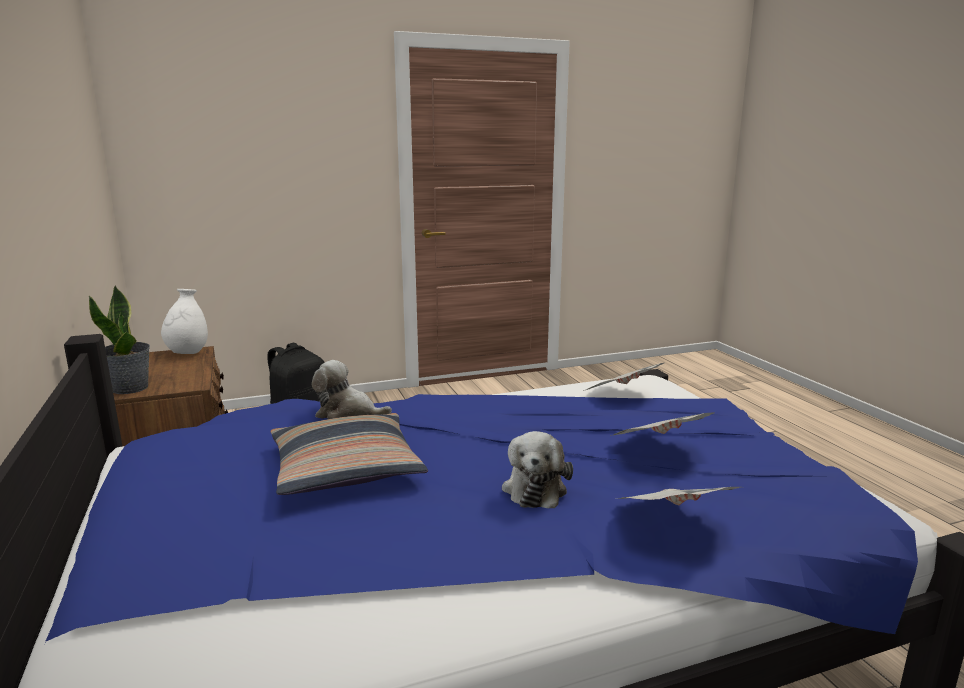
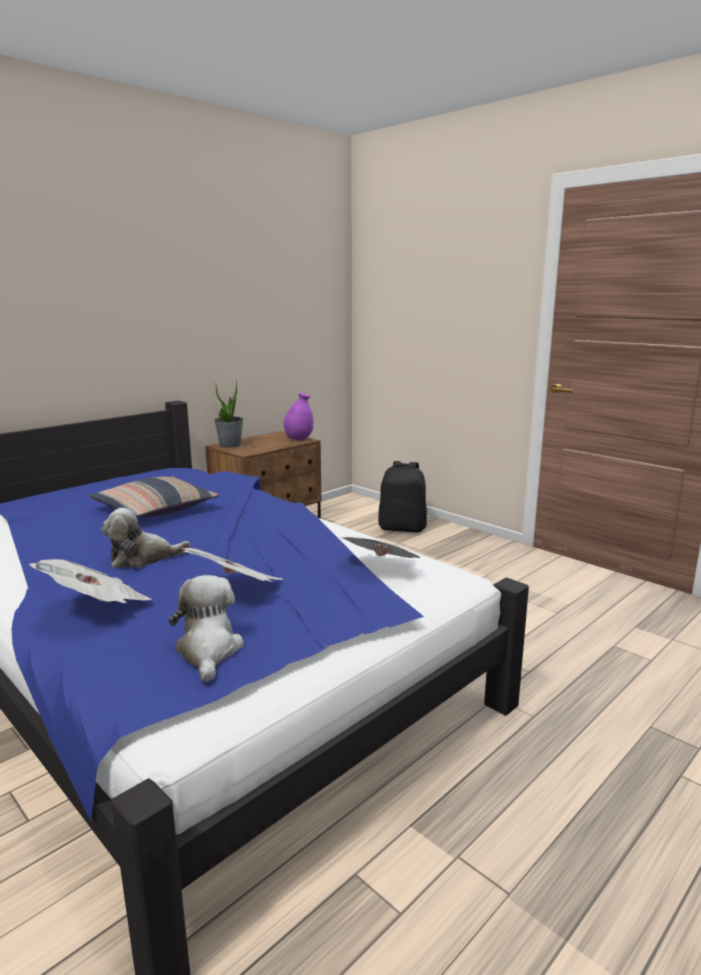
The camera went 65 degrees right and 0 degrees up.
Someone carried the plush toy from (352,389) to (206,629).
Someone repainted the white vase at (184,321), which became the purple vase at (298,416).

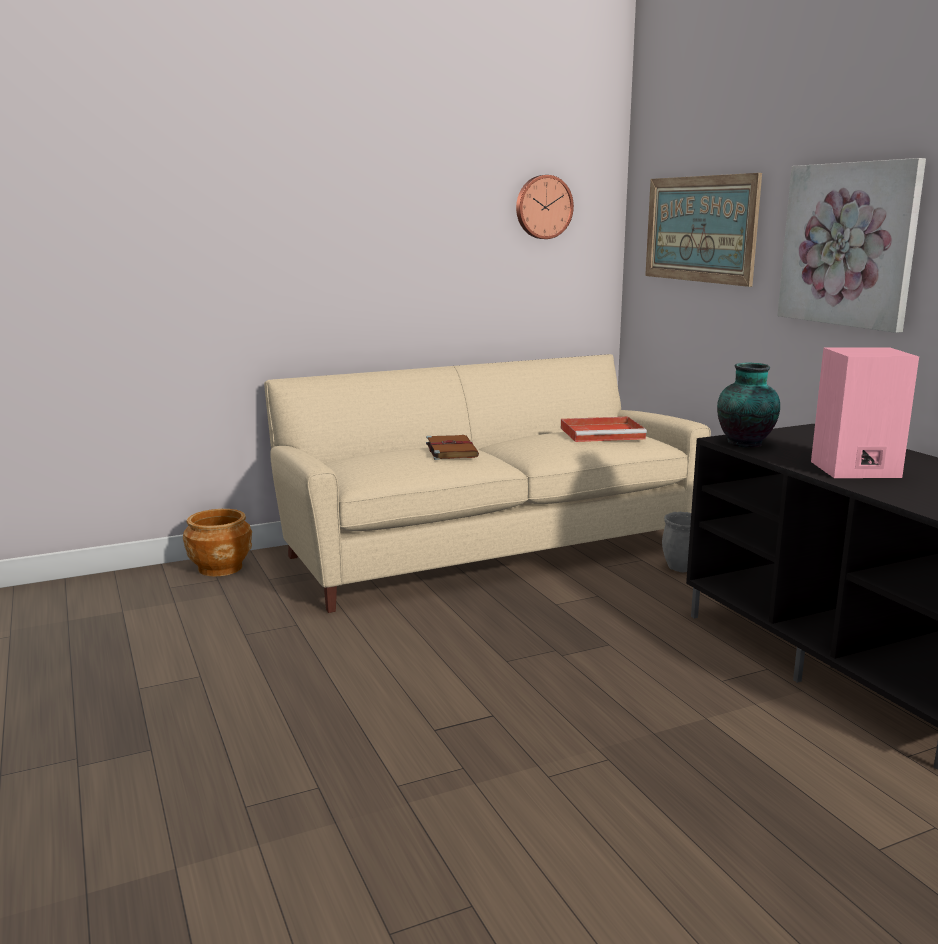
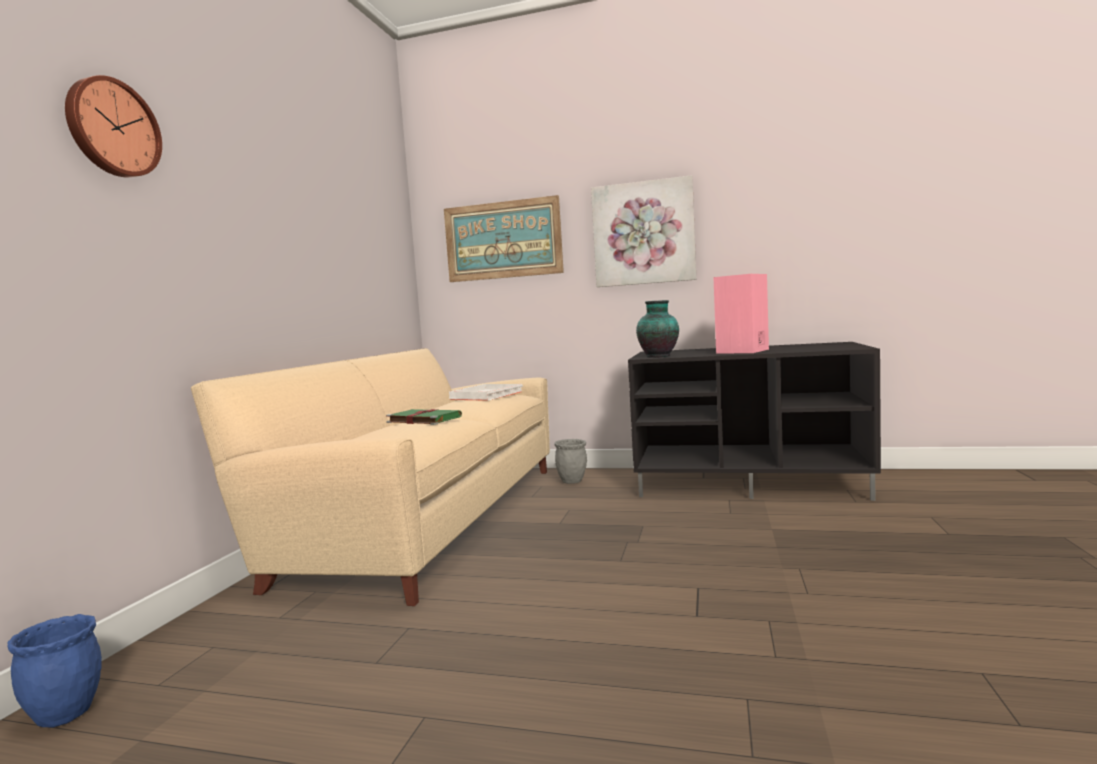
The camera went 50 degrees left and 10 degrees down.
Someone took away the brown planter at (217,542).
Someone put down the blue planter at (54,671).
Someone carried the wall clock from (545,207) to (113,126).
Someone repainted the brown book at (452,447), which became the green book at (424,417).
Someone repainted the red tray at (604,429), which became the white tray at (486,392).

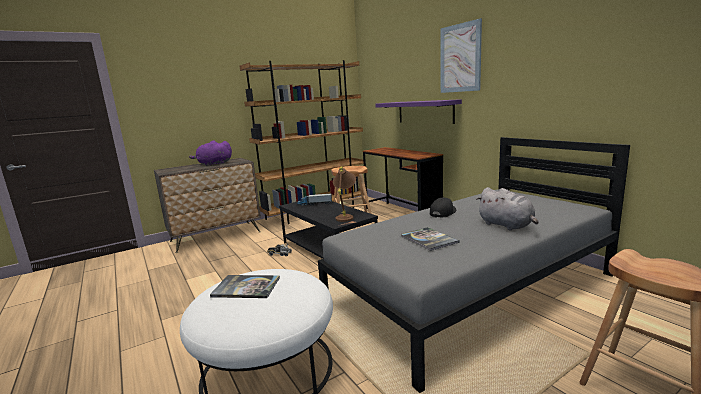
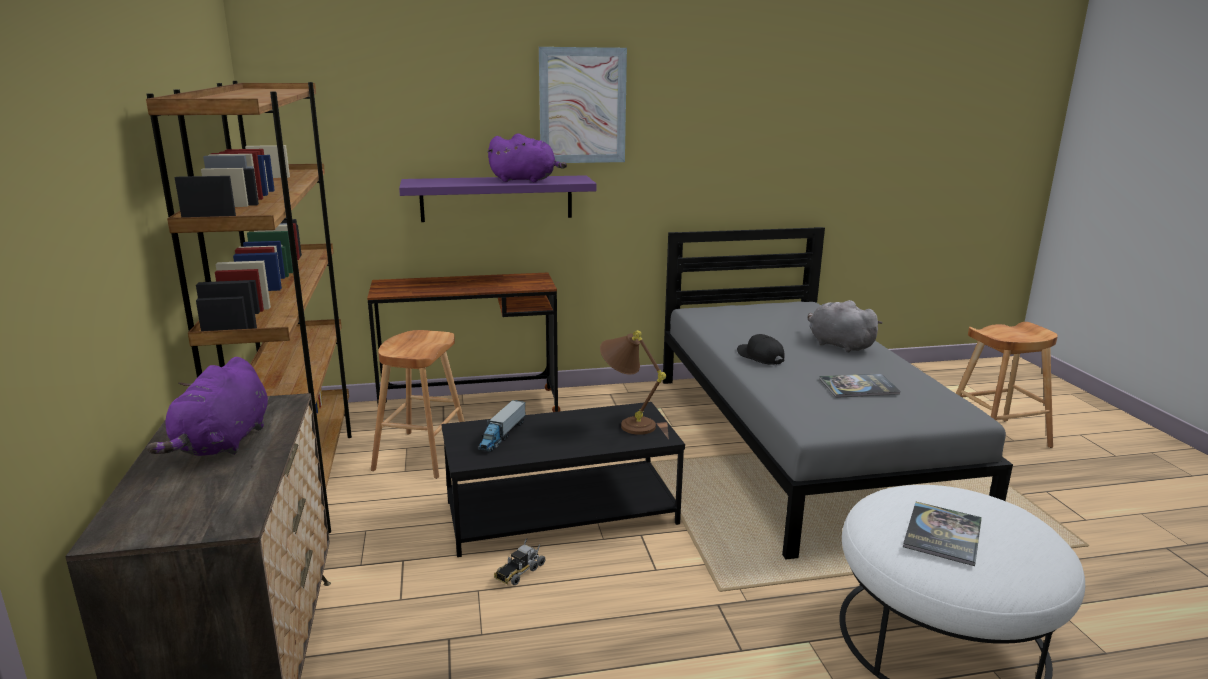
The camera went 70 degrees left and 5 degrees up.
Someone put down the purple plush toy at (527,157).
Someone rotated the grey plush toy at (507,208) by 120 degrees counterclockwise.

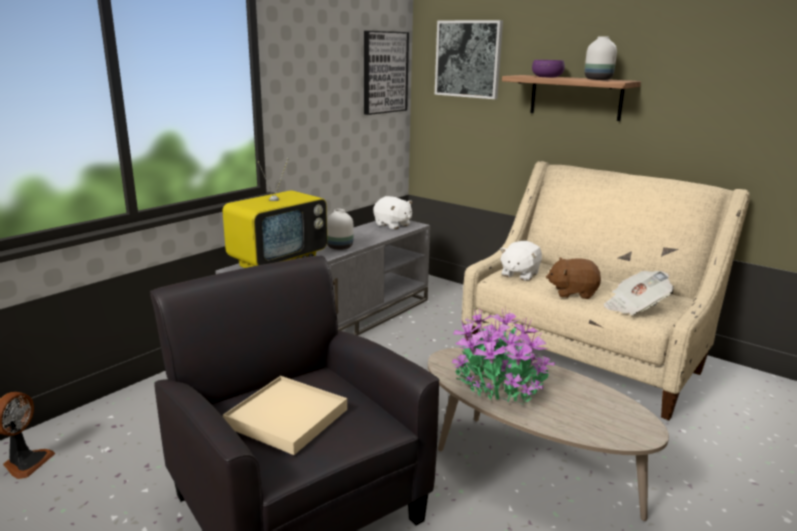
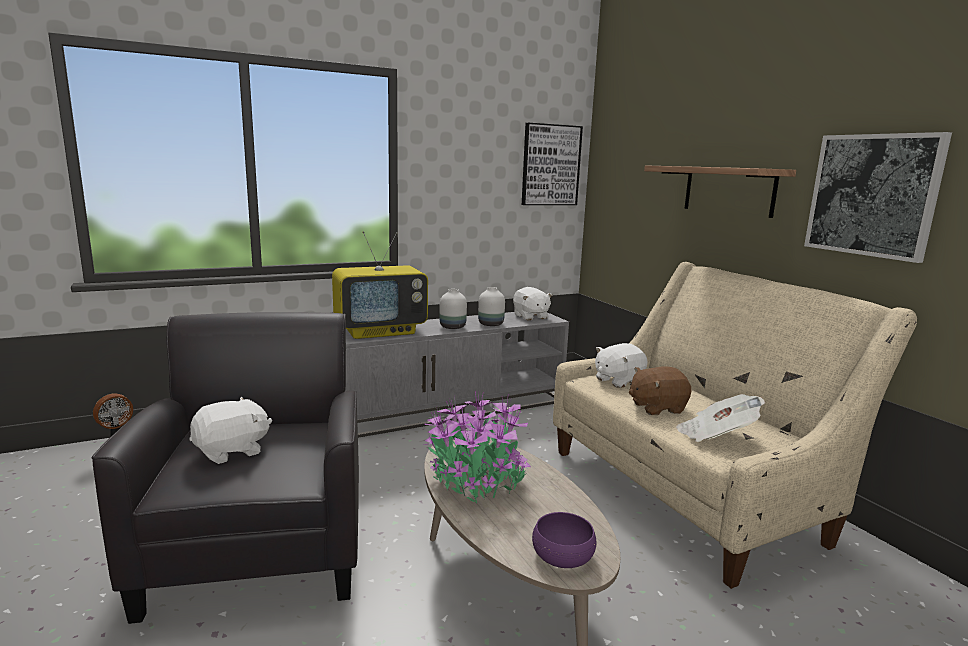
The camera went 25 degrees right and 5 degrees down.
Someone carried the picture from (469,59) to (878,197).
Someone carried the purple bowl from (548,68) to (564,540).
Someone carried the white vase from (601,58) to (491,306).
Someone swapped the beige tray at (285,415) for the white plush toy at (230,430).
Someone rotated the brown plush toy at (573,278) by 45 degrees counterclockwise.

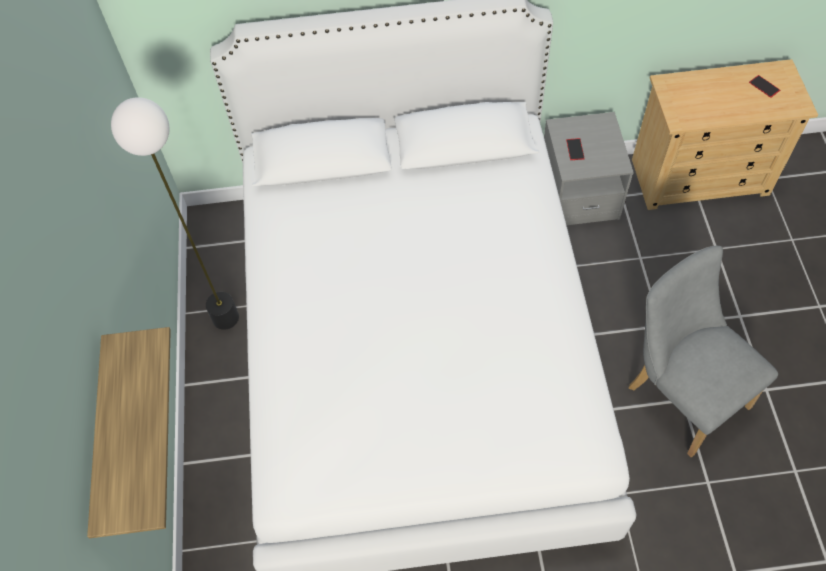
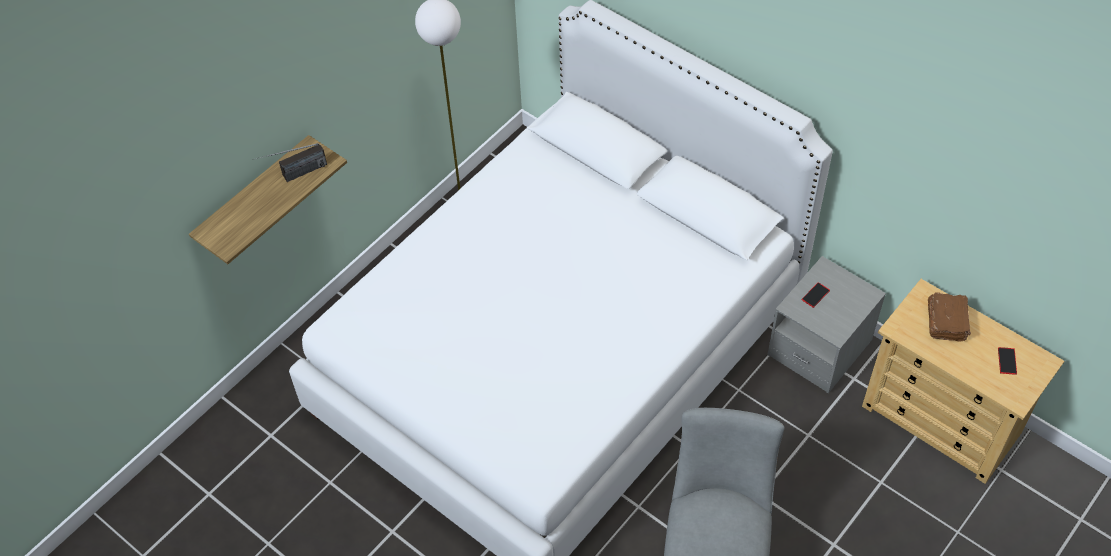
The camera went 45 degrees right and 5 degrees down.
Someone put down the radio at (290,162).
Someone put down the brown book at (949,316).

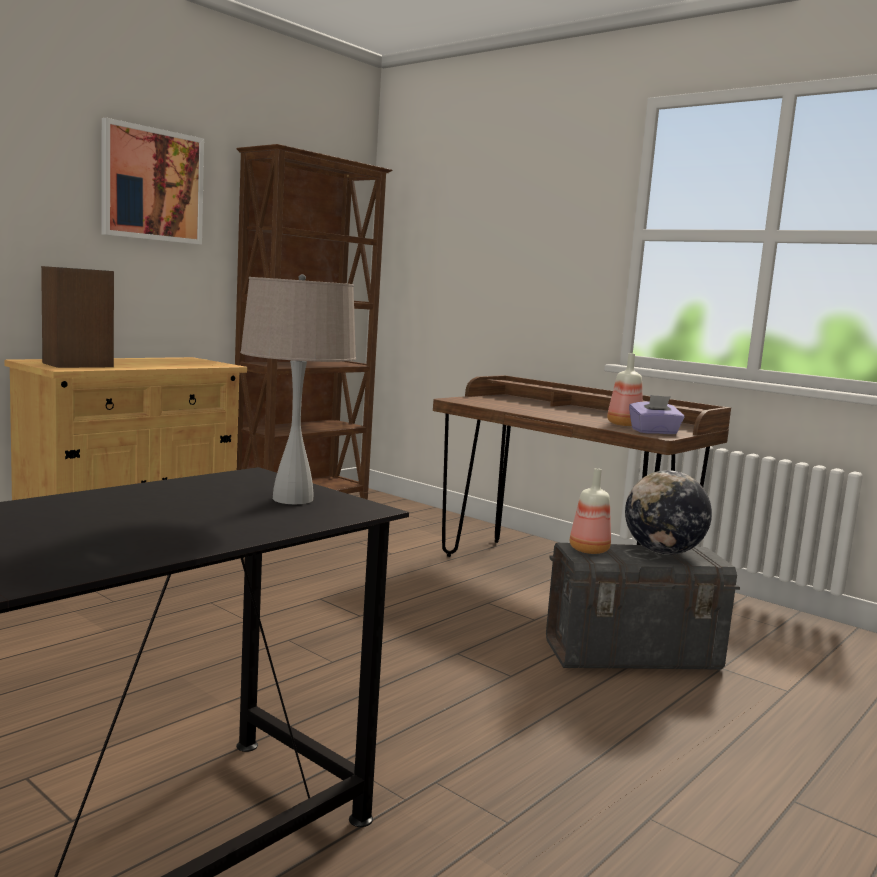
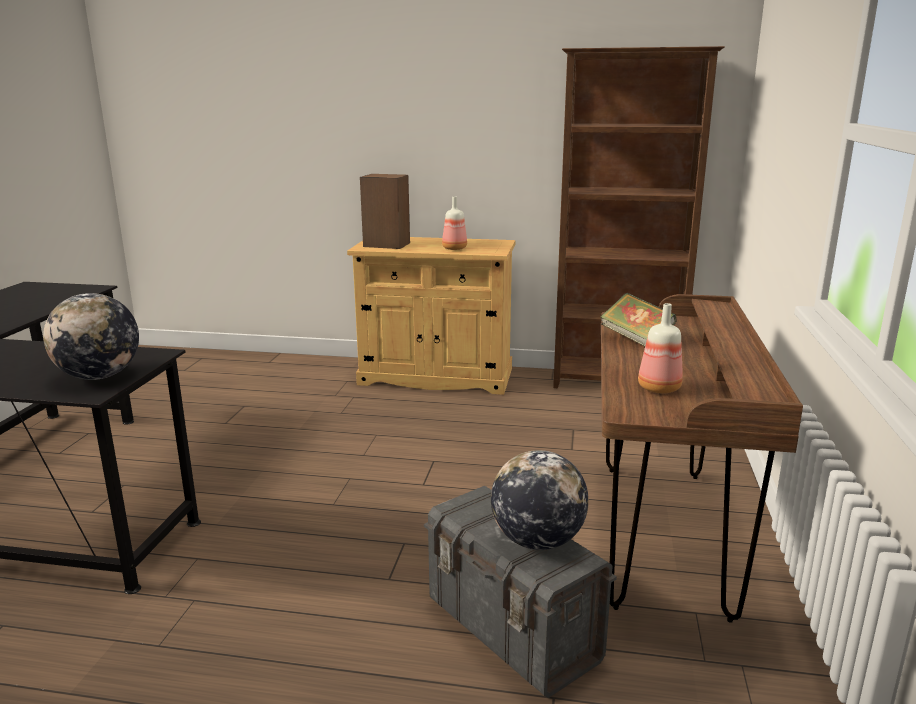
The camera went 60 degrees right and 10 degrees up.
Someone took away the picture at (152,181).
Someone took away the purple tissue box at (657,414).
Someone put down the book at (638,319).
Someone carried the bottle from (590,511) to (454,223).
Someone swapped the beige table lamp at (298,389) for the globe at (91,336).

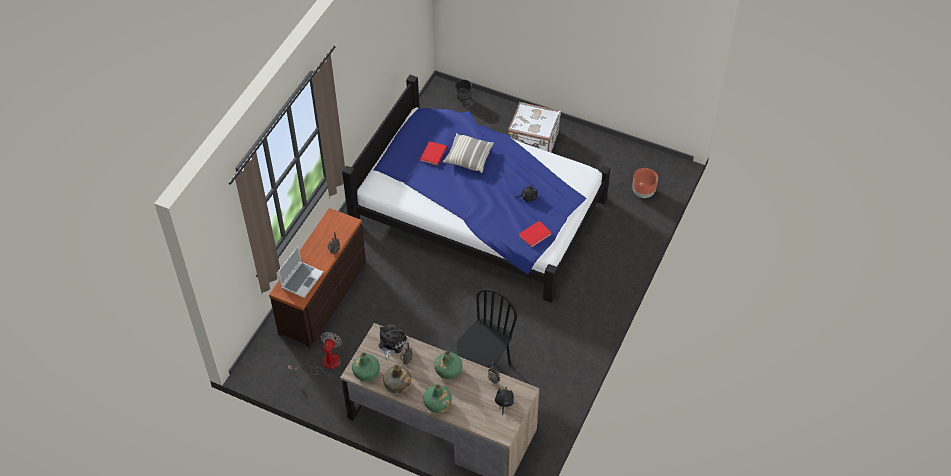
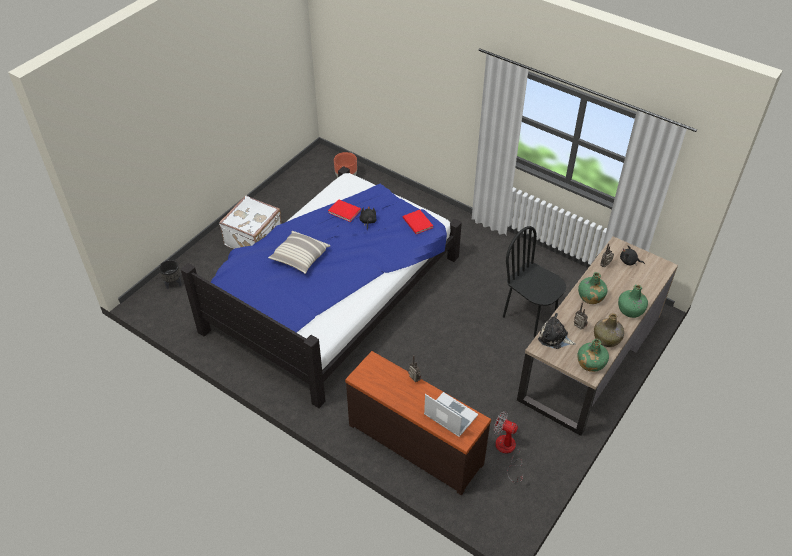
The camera went 80 degrees left and 5 degrees down.
Someone carried the red book from (433,153) to (344,210).

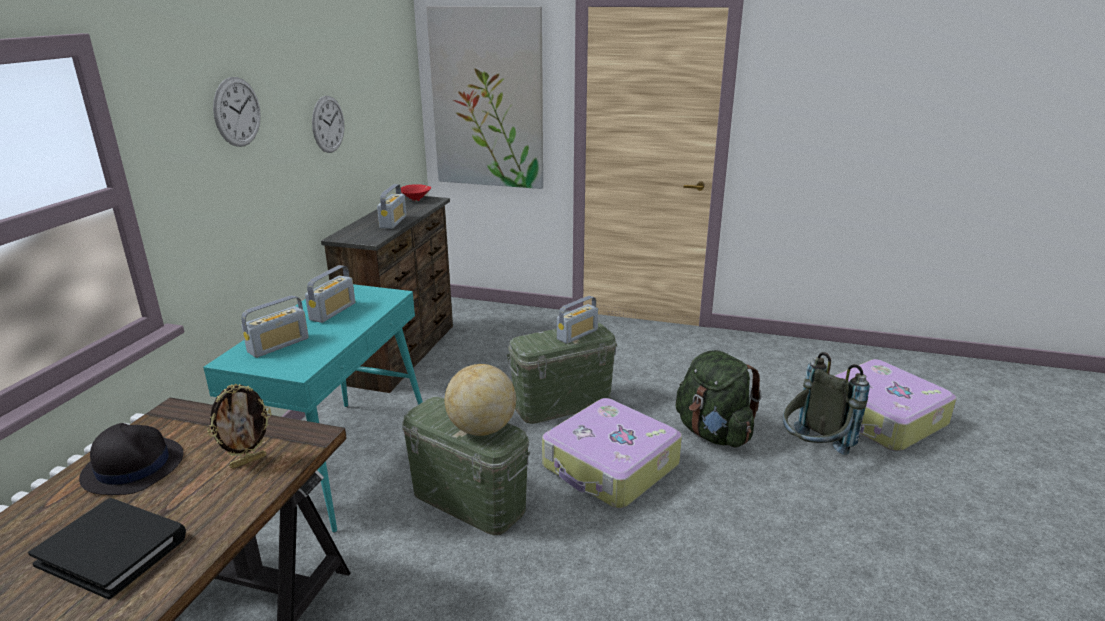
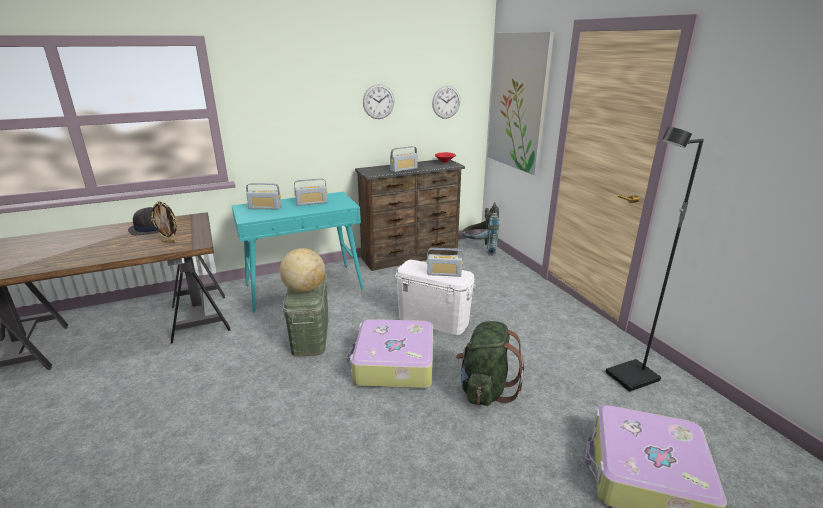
The camera went 50 degrees right and 0 degrees up.
Someone took away the black book at (107,549).
Someone put down the black floor lamp at (655,259).
Someone carried the wall clock from (237,112) to (446,102).
Someone carried the grey backpack from (826,403) to (480,229).
Someone repainted the green storage box at (562,373), which became the white storage box at (435,297).

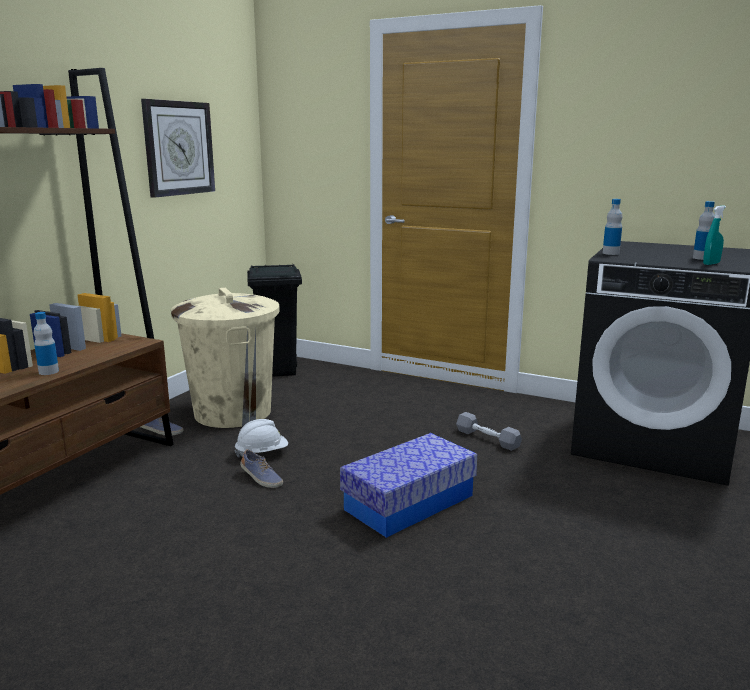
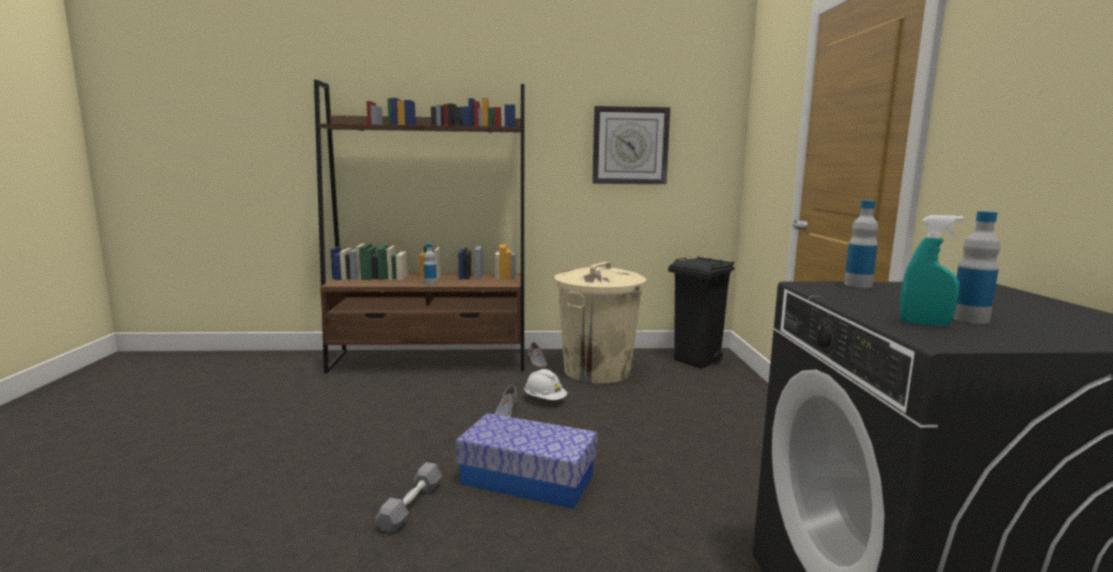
The camera went 60 degrees right and 5 degrees down.
Someone carried the grey dumbbell from (489,431) to (409,497).

